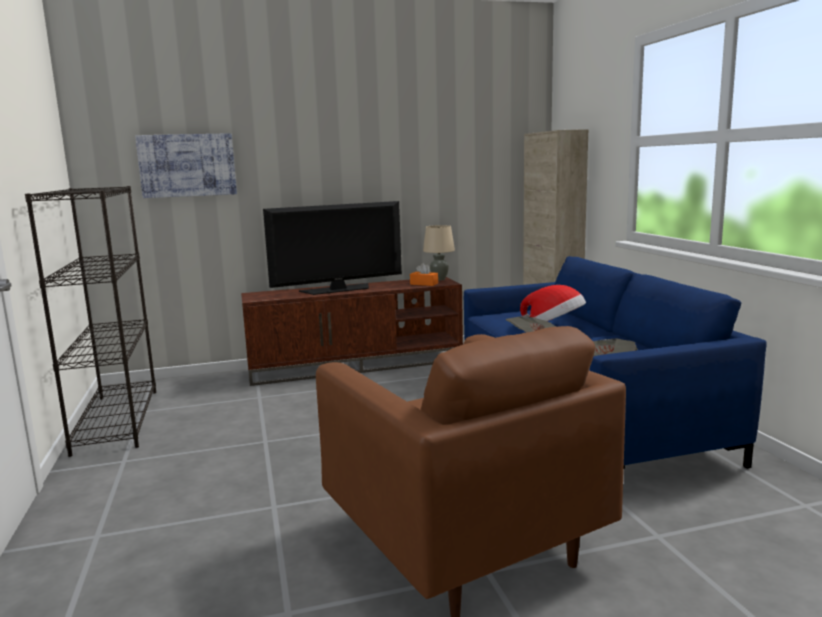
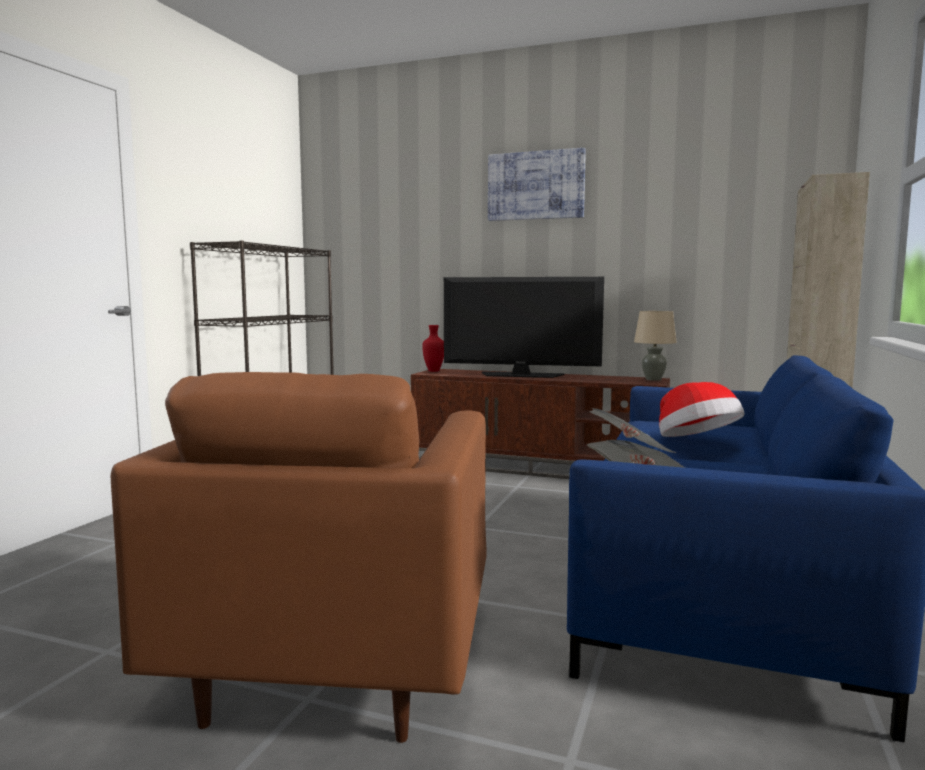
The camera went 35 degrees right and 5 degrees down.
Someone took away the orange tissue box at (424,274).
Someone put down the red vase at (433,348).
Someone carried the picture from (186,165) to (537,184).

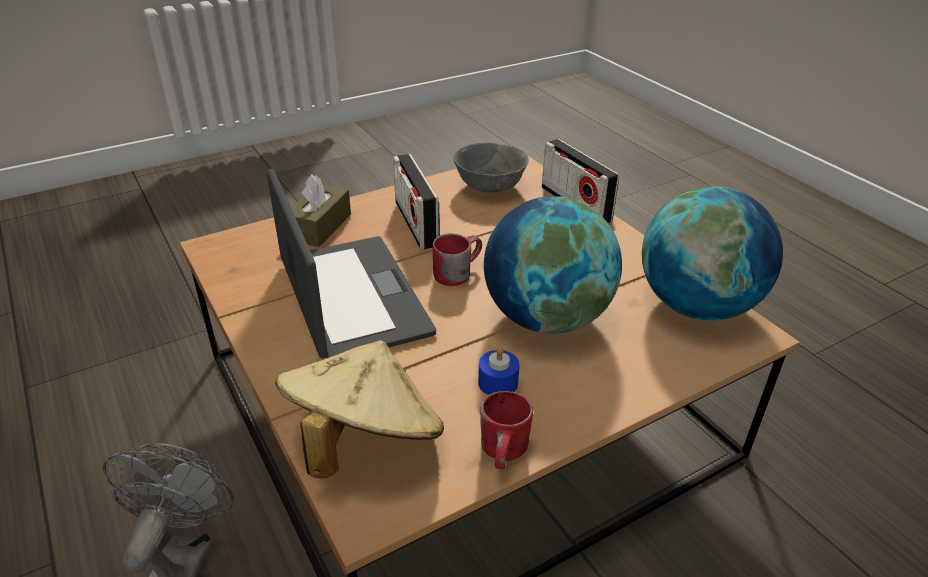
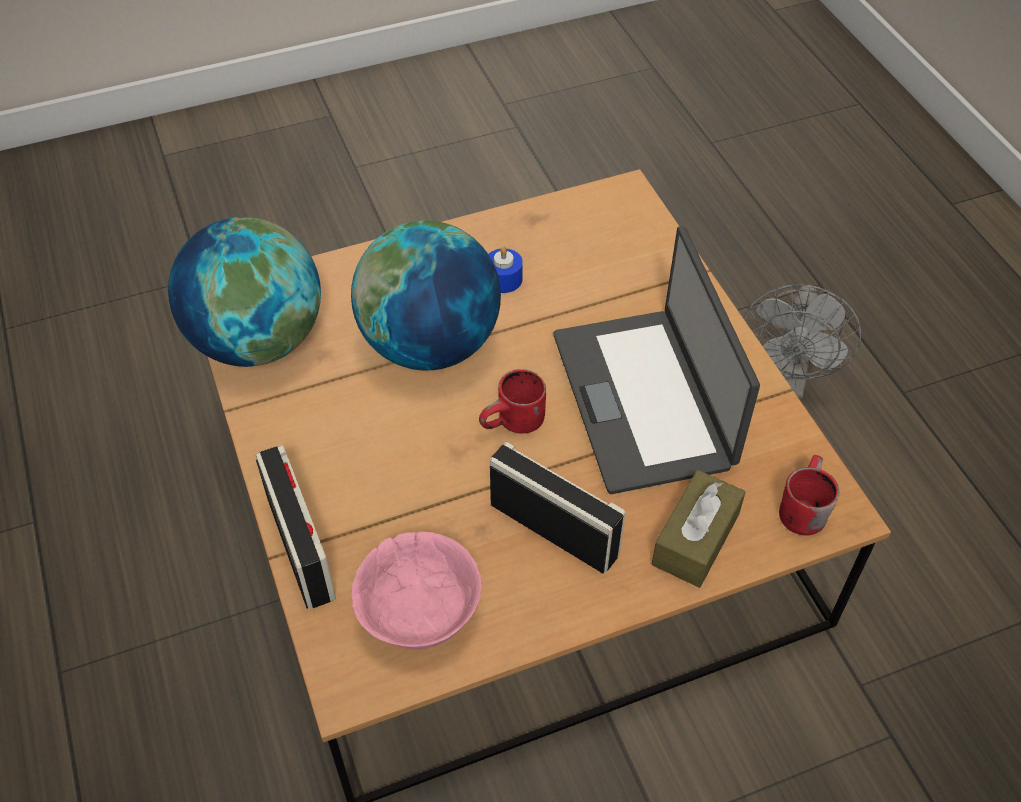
The camera went 170 degrees left and 15 degrees up.
Someone took away the beige hat at (359,409).
Someone carried the red mug from (506,430) to (809,495).
Someone repainted the grey bowl at (491,167), which became the pink bowl at (416,591).
Someone rotated the radio at (416,201) by 45 degrees counterclockwise.

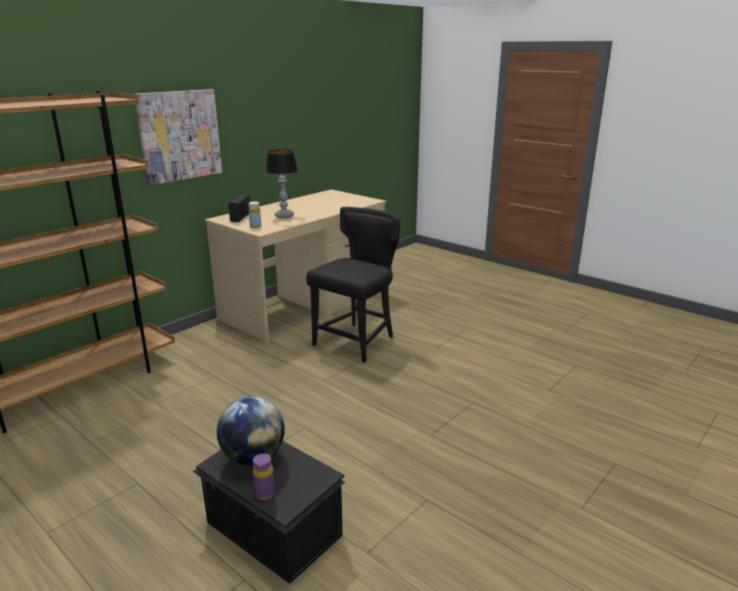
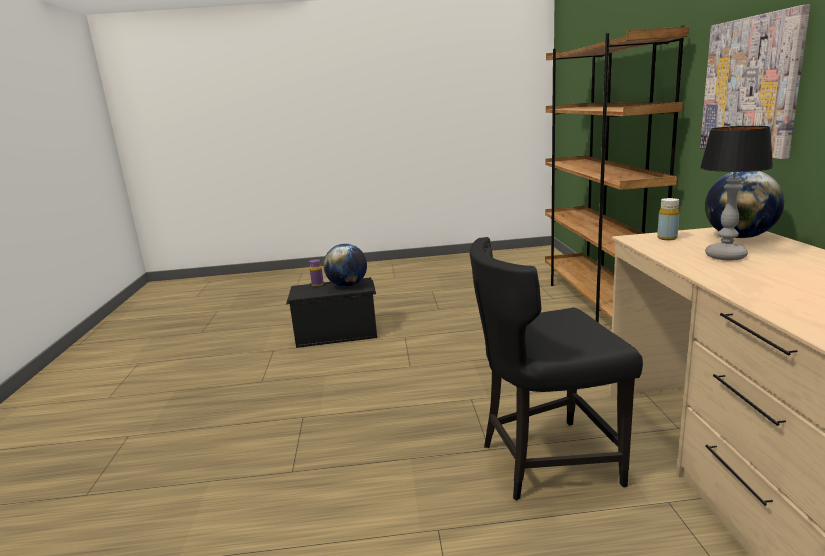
The camera went 135 degrees right and 5 degrees down.
Someone swapped the radio at (239,208) for the globe at (744,204).
Someone rotated the black chair at (353,285) by 90 degrees clockwise.

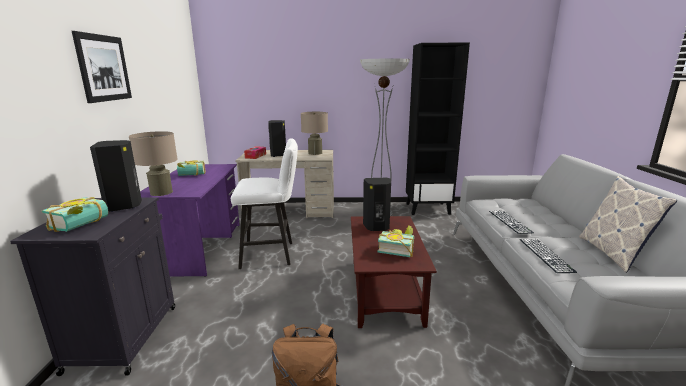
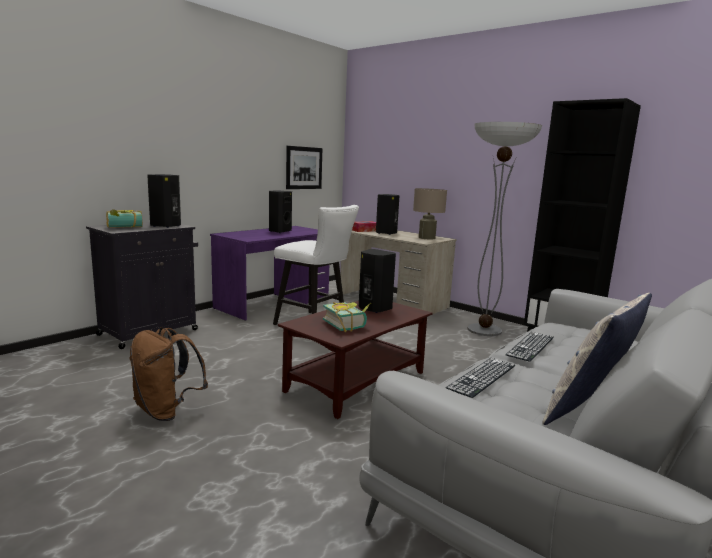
The camera went 40 degrees right and 5 degrees down.
Someone took away the beige table lamp at (153,163).
Someone carried the picture from (102,67) to (304,167).
Someone swapped the book at (191,168) for the black speaker at (280,212).

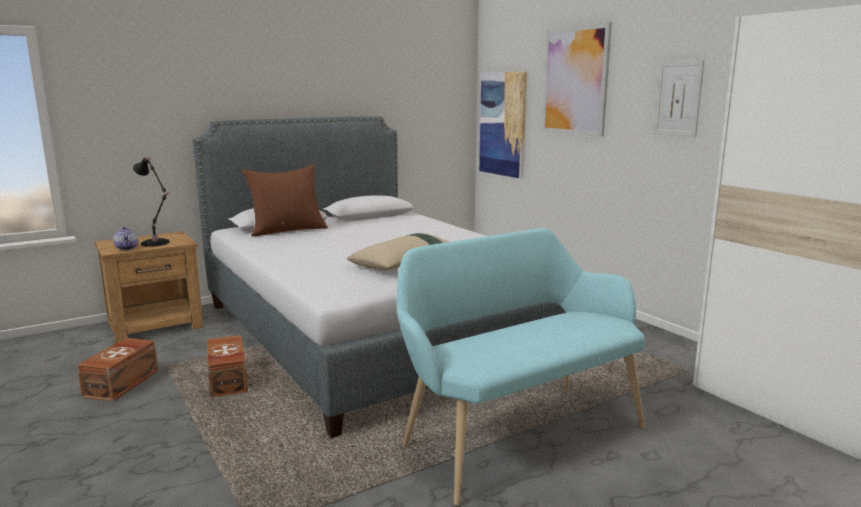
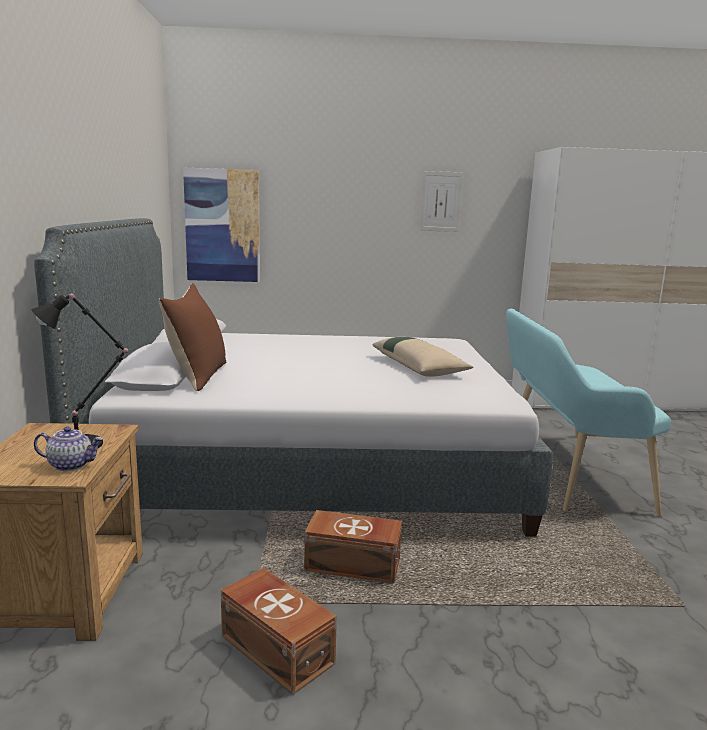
The camera went 60 degrees left and 0 degrees up.
Someone took away the picture at (577,79).

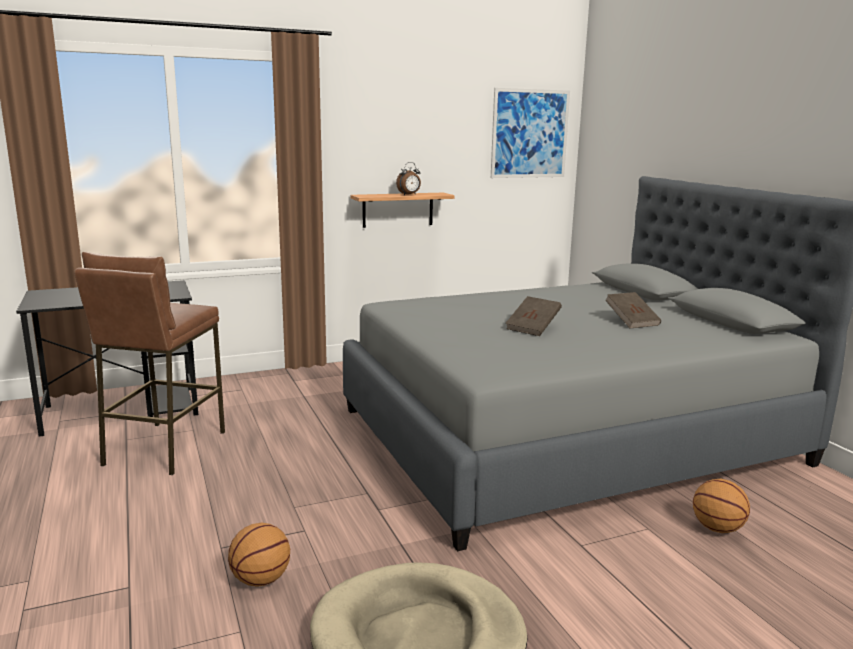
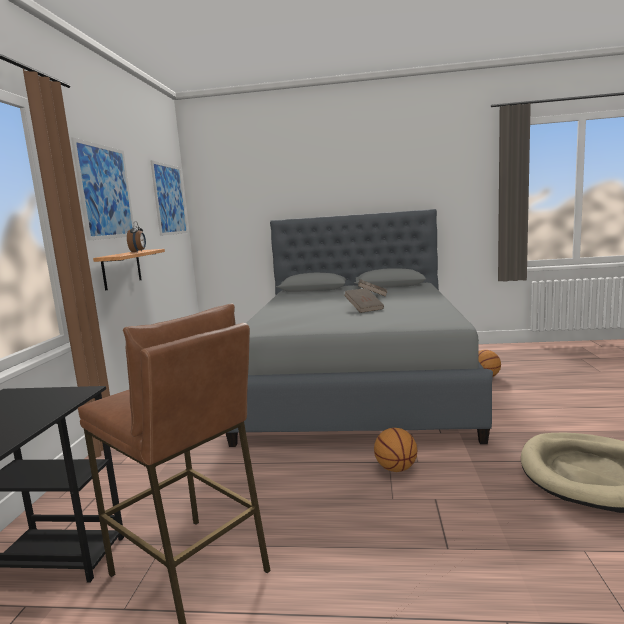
The camera went 60 degrees left and 5 degrees down.
Someone put up the picture at (102,189).
Someone carried the basketball from (259,555) to (395,450).

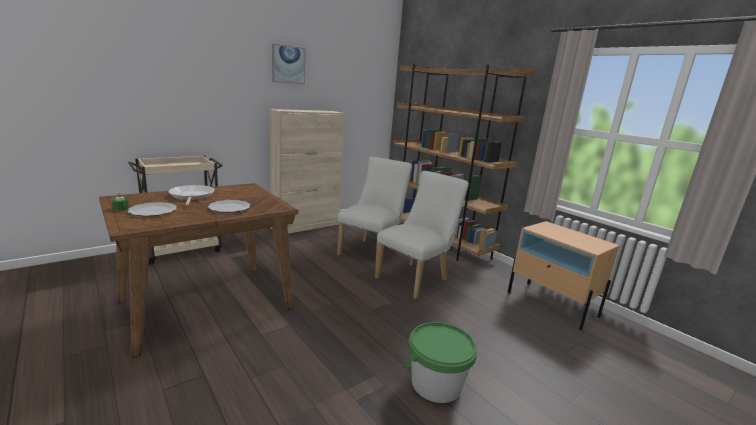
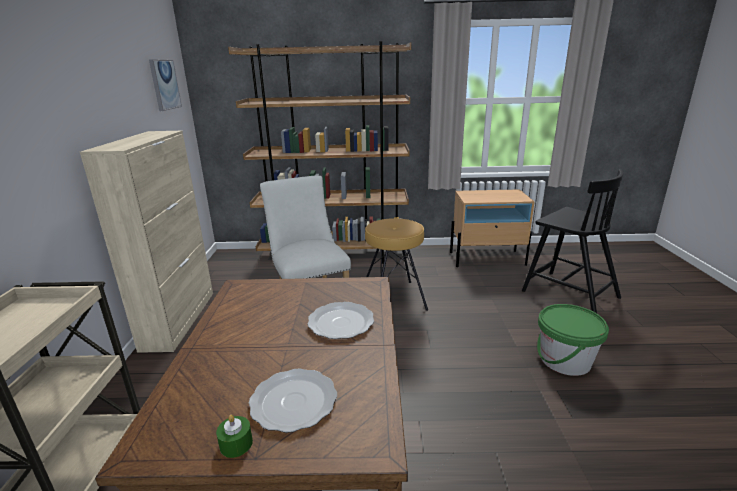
The camera went 50 degrees left and 5 degrees up.
Someone took away the frying pan at (192,195).
Someone put down the black chair at (573,241).
Someone carried the picture from (289,64) to (165,85).
Someone swapped the white chair at (422,235) for the brown stool at (396,264).

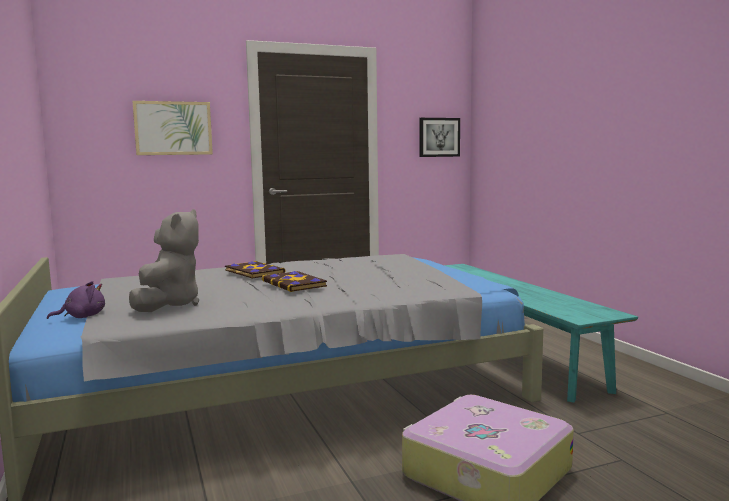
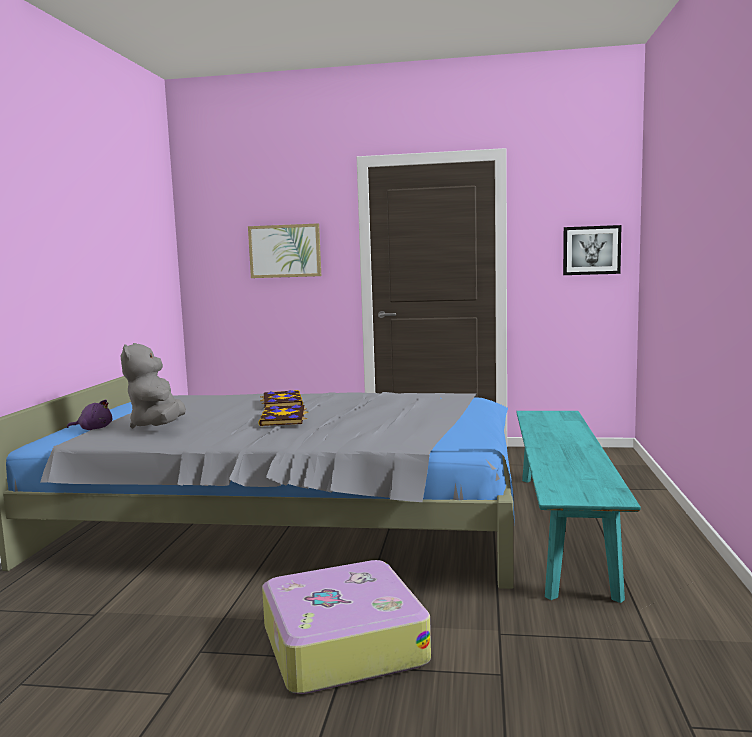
The camera went 30 degrees right and 0 degrees up.
Someone rotated the grey plush toy at (164,260) by 135 degrees clockwise.

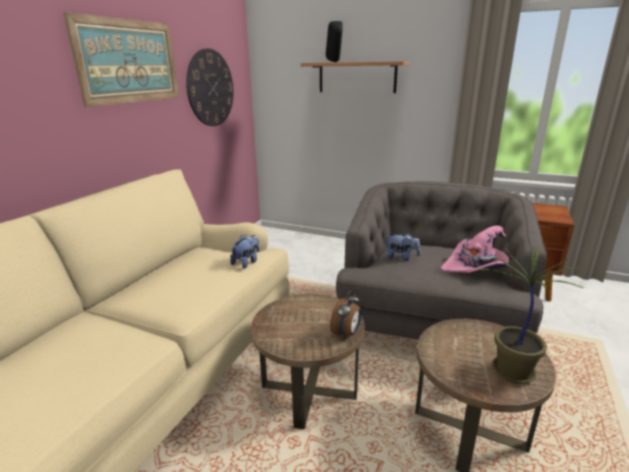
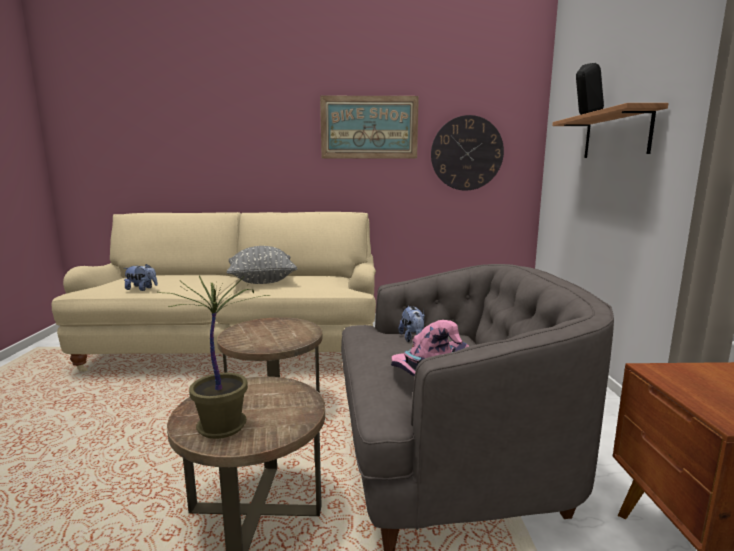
The camera went 65 degrees right and 10 degrees down.
Someone took away the alarm clock at (345,315).
Someone put down the grey pillow at (262,265).
Someone carried the plush toy from (244,252) to (141,277).

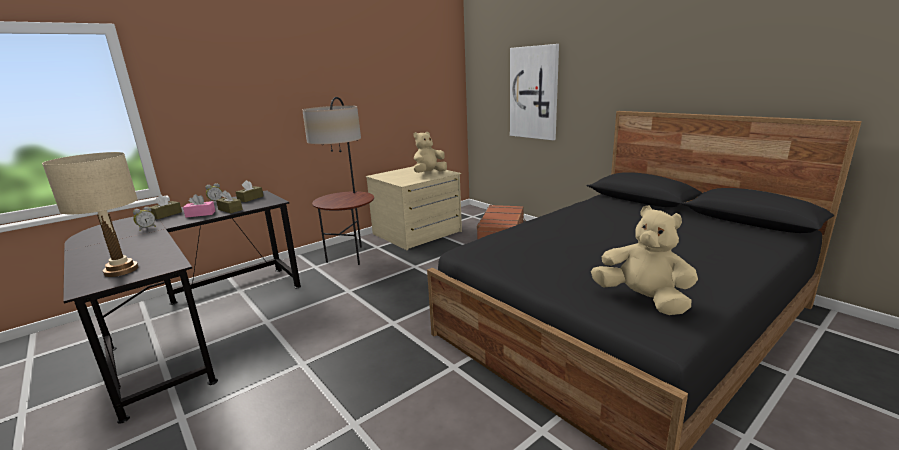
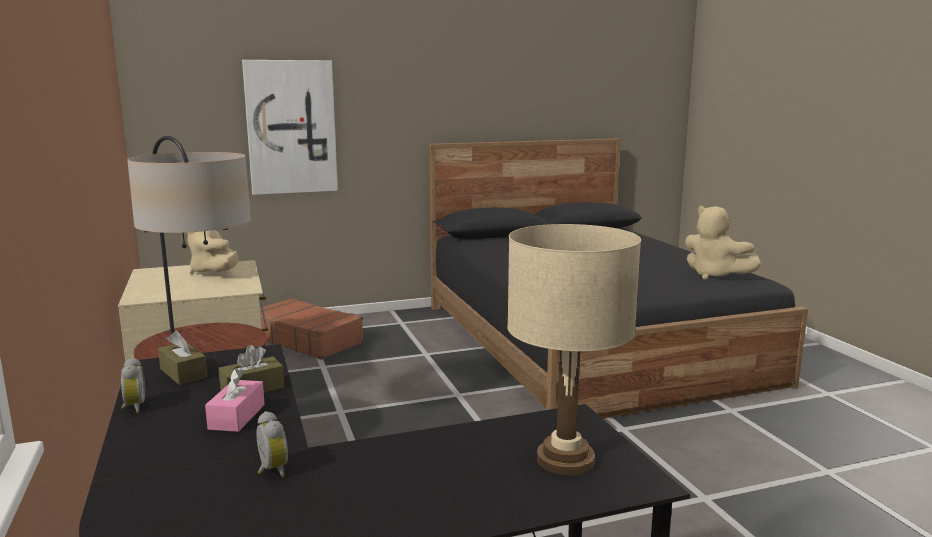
The camera went 70 degrees left and 5 degrees down.
Someone took away the brown tissue box at (166,207).
Someone rotated the beige plush toy at (644,260) by 105 degrees counterclockwise.

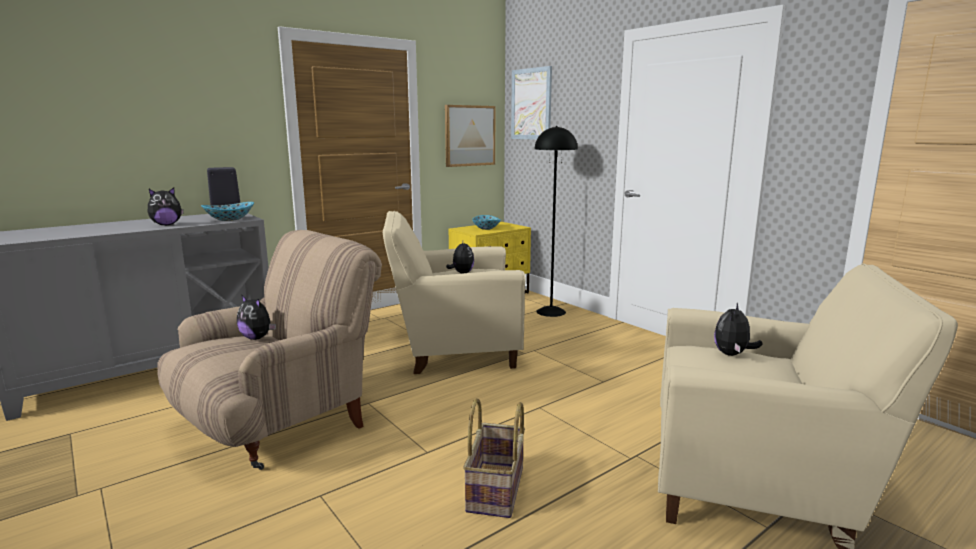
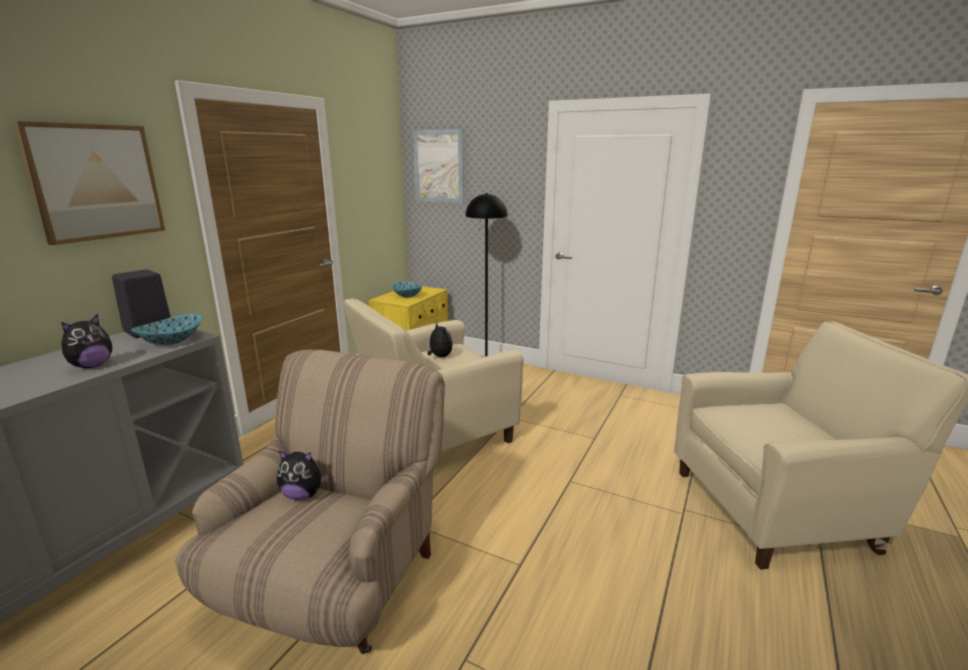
The camera went 25 degrees left and 5 degrees up.
Someone took away the basket at (494,458).
Someone took away the plush toy at (738,329).
Someone carried the picture from (470,136) to (89,183).

